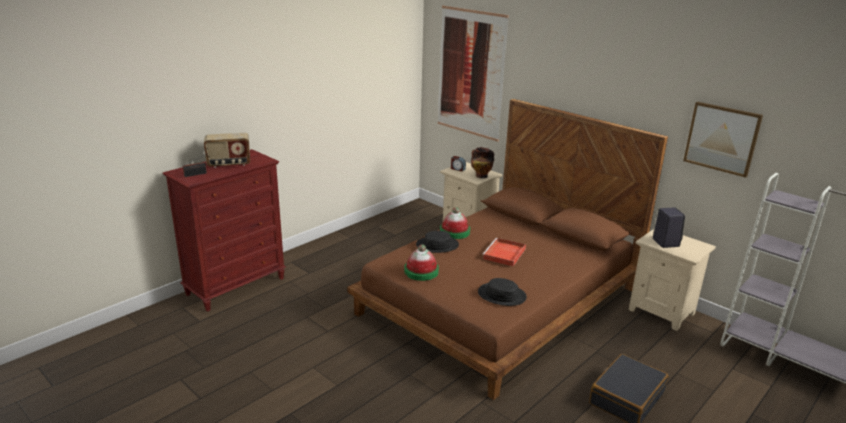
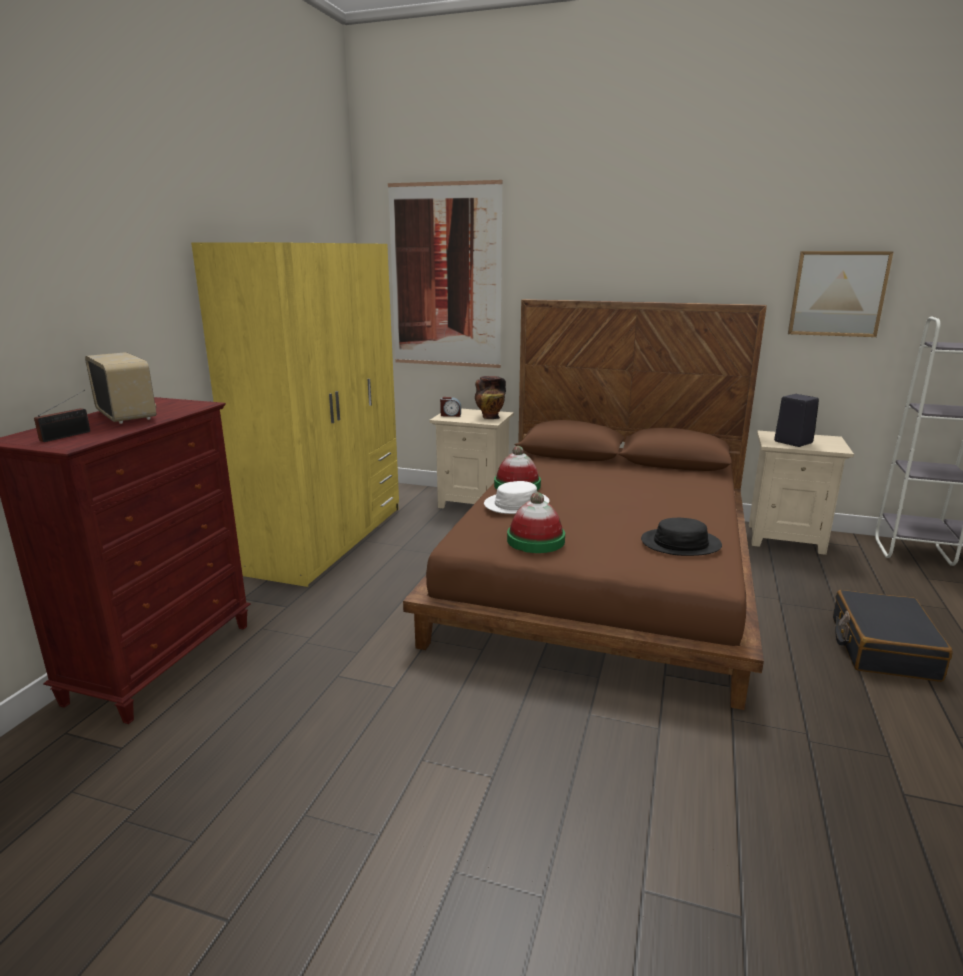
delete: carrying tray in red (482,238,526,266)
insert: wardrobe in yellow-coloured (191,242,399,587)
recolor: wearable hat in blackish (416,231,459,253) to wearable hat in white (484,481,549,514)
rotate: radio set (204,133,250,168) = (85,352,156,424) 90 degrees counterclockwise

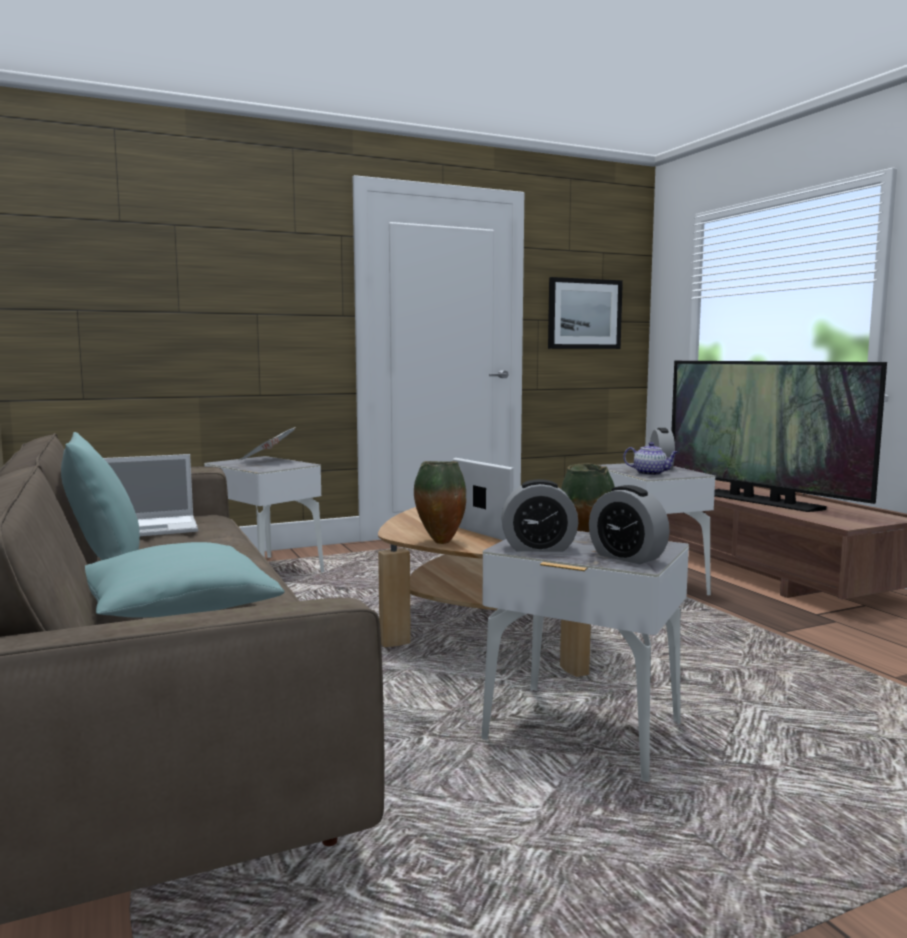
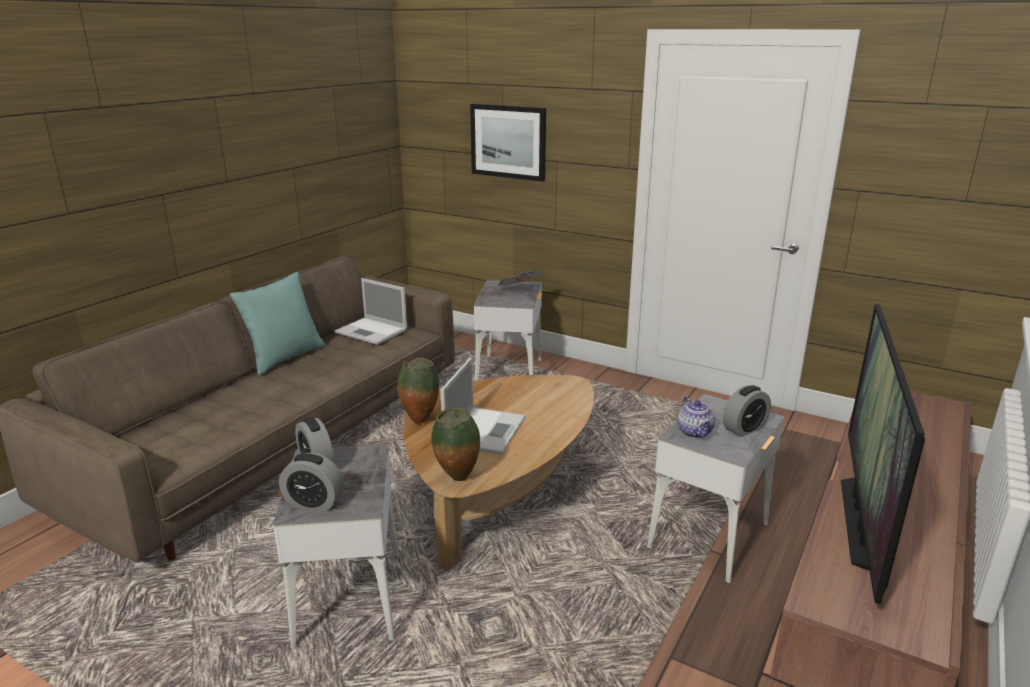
delete: pillow in blue-green (85,542,285,618)
move: wall picture (548,277,623,349) to (470,104,546,182)
rotate: alarm clock (589,485,670,564) = (279,453,344,512) 90 degrees counterclockwise

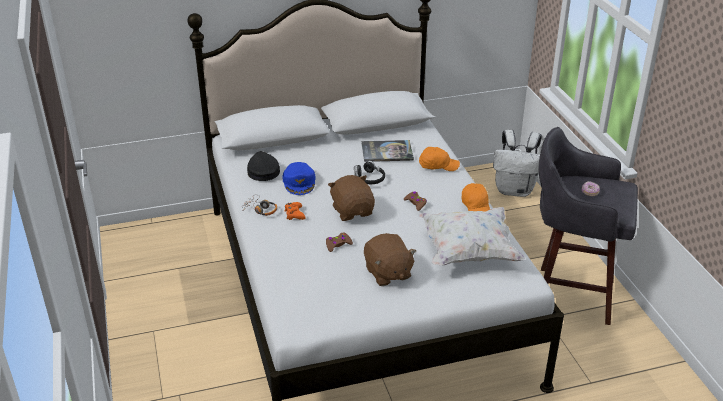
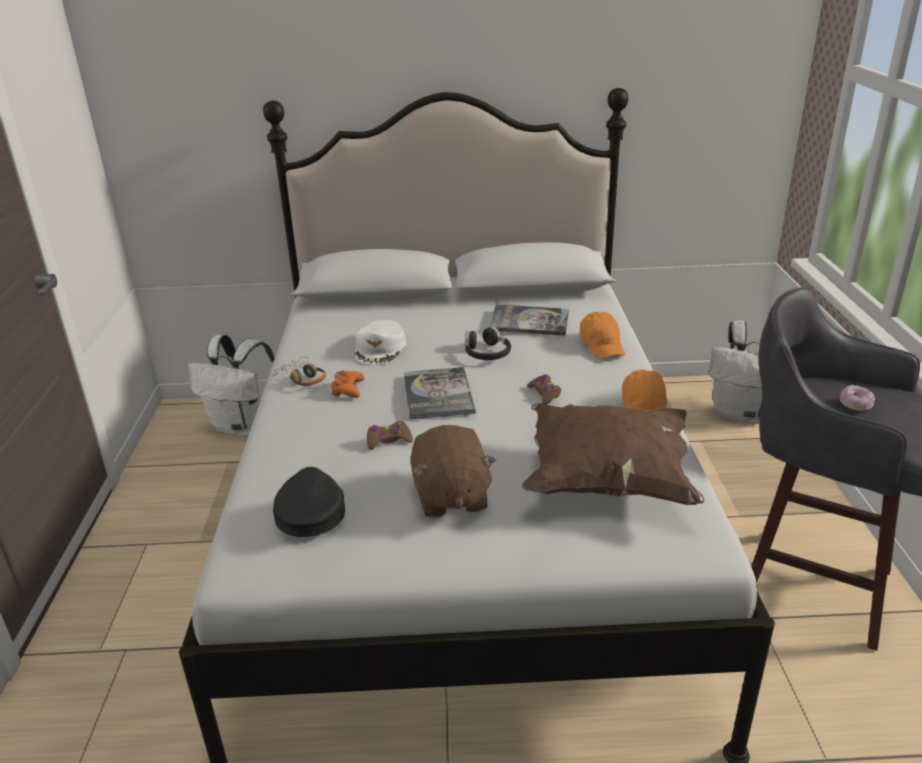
insert: knapsack in white (188,335,275,436)
move: baseball cap in blackish (247,151,280,181) to (273,467,345,537)
replace: cuddly toy in brown (328,175,375,221) to volume (404,367,476,419)
recolor: baseball cap in blue (283,162,315,195) to baseball cap in white (355,320,406,365); pillow in white (419,207,525,265) to pillow in brown (522,403,704,505)
rotate: baseball cap in orangey (419,147,460,171) = (580,312,625,359) 60 degrees clockwise

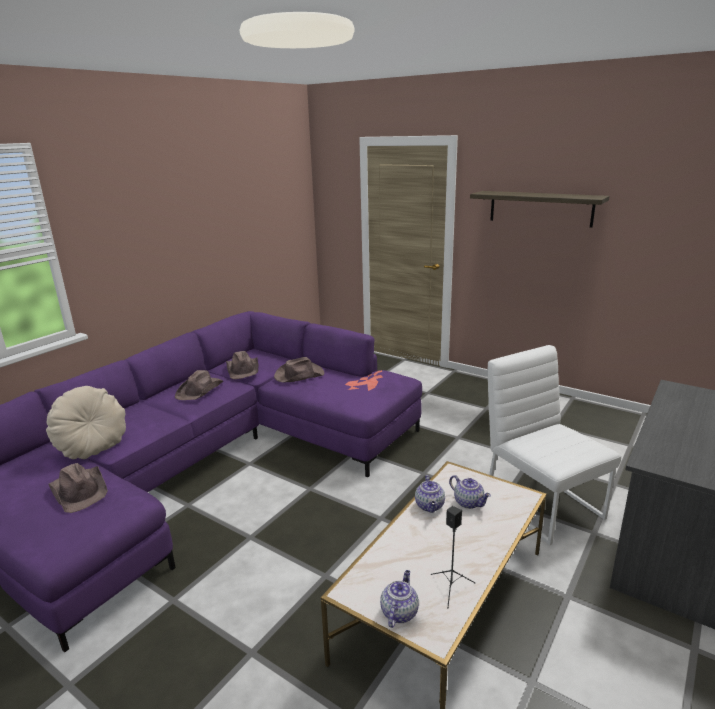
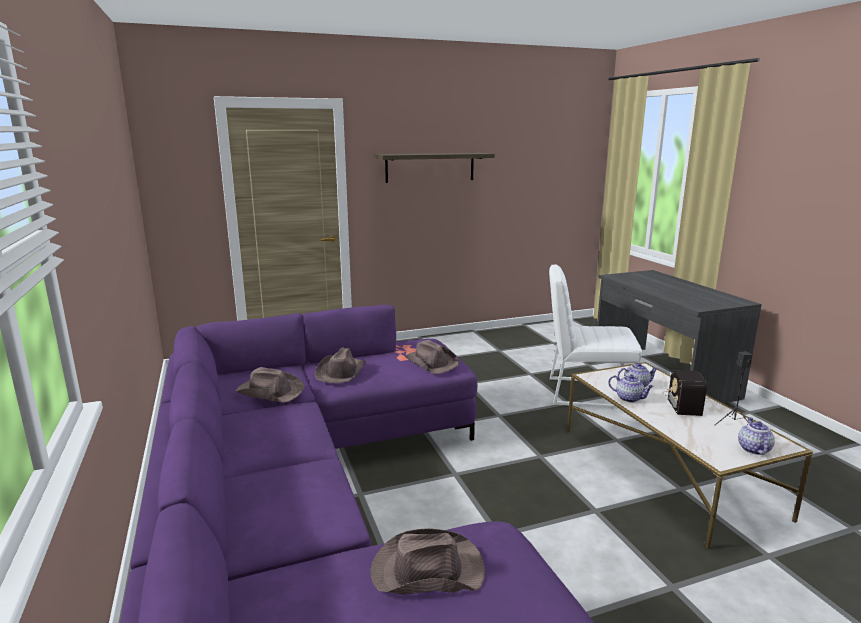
delete: pillow in beige (46,386,126,459)
insert: radio set (664,370,709,416)
move: wearable hat in brown (175,370,223,400) to (405,340,459,374)
rotate: tea pot (380,570,419,628) = (738,417,775,455) 45 degrees clockwise

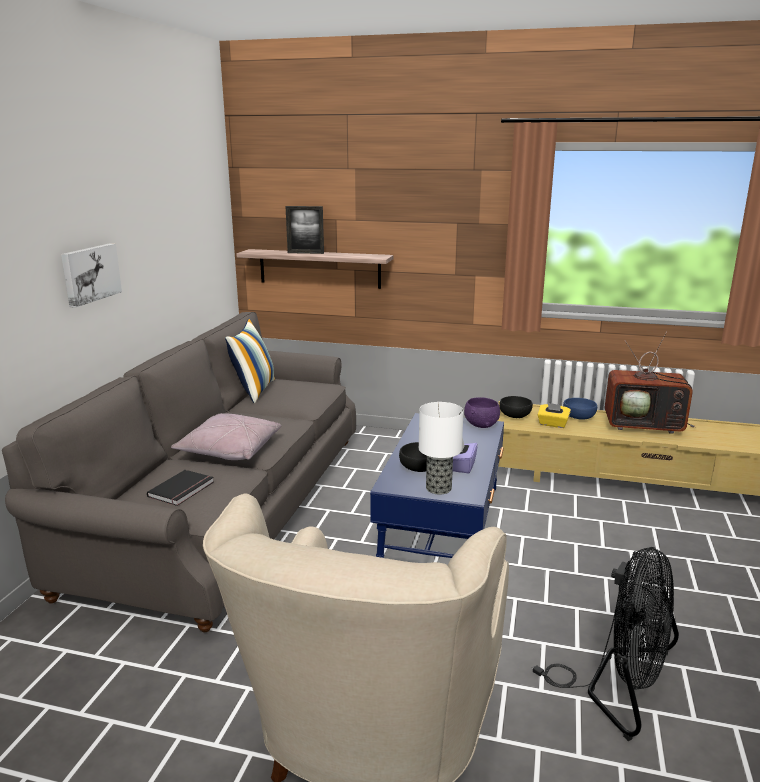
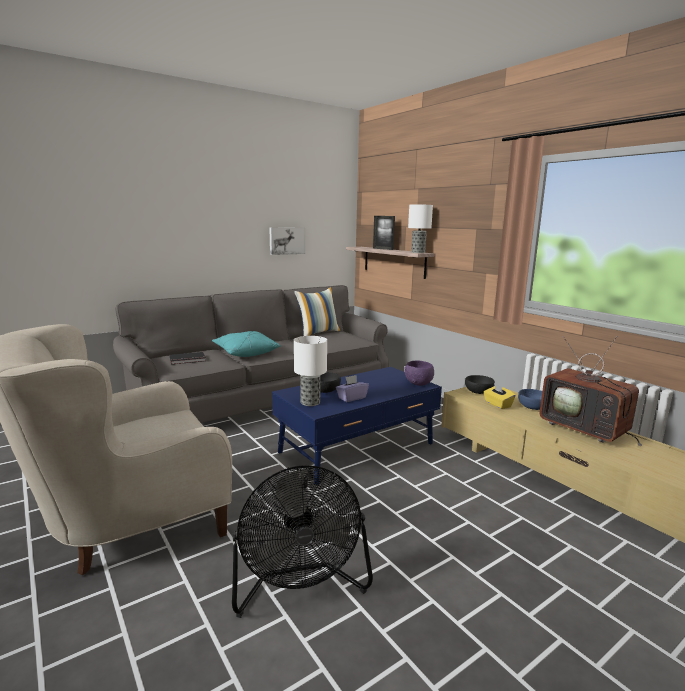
insert: lamp for a table (408,204,433,253)
move: wall picture (61,243,122,308) to (269,227,305,255)
recolor: pillow in purplish (171,413,282,460) to pillow in blue-green (212,331,281,357)

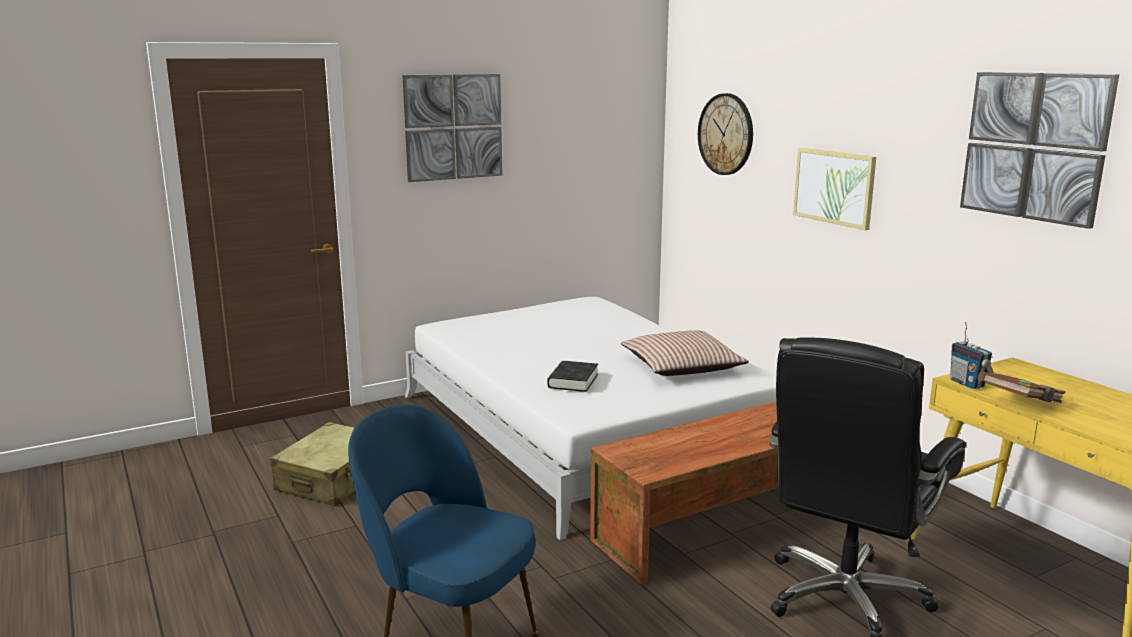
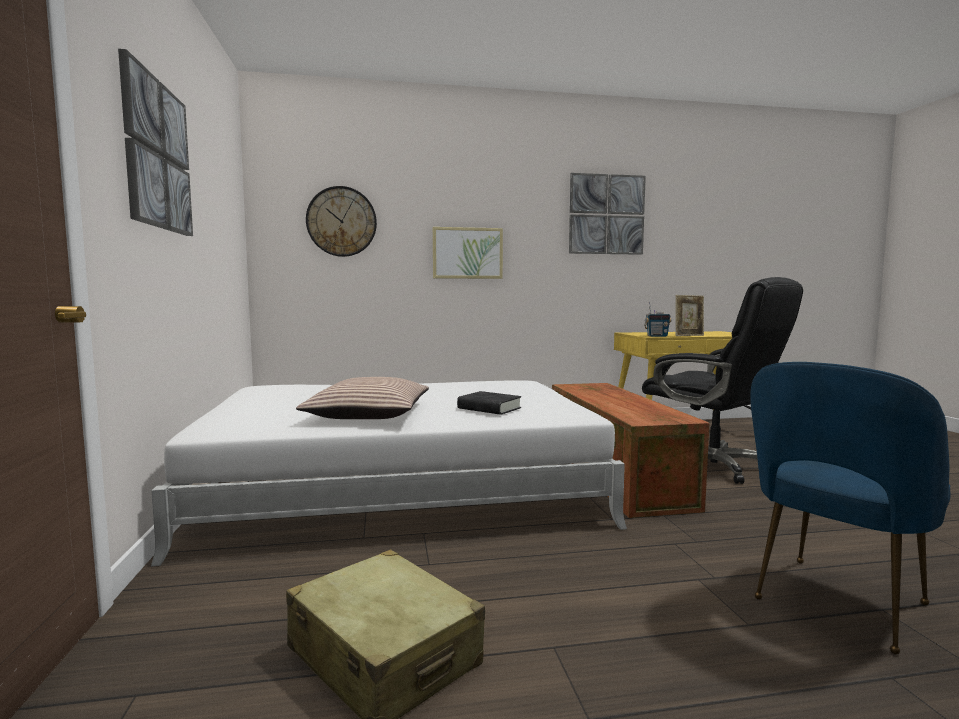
move: pillow (621,330,749,376) to (296,377,429,419)
replace: volume in brown (977,371,1066,403) to picture frame (675,295,704,336)

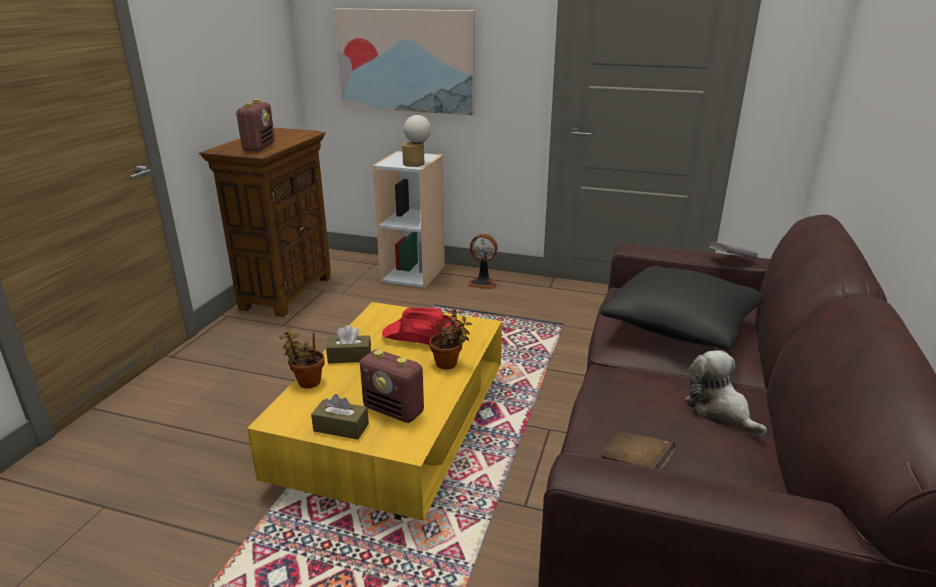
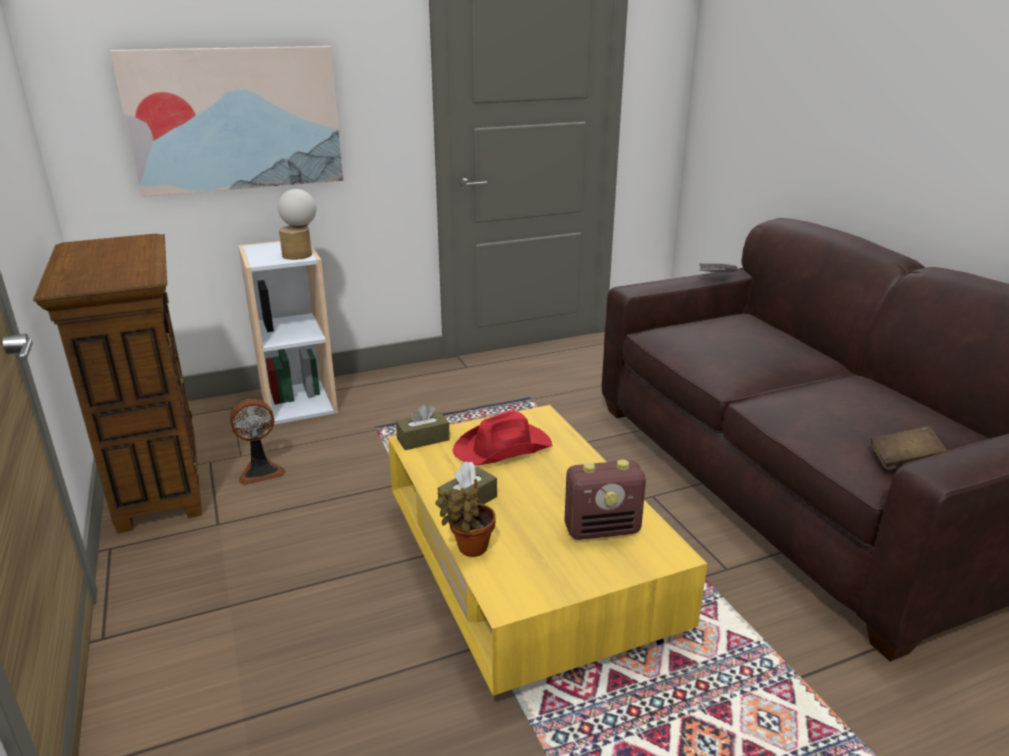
delete: radio set (235,99,275,151); pillow in blackish (600,266,764,350); potted plant (429,307,473,370); cuddly toy (684,350,767,436)
move: cooling fan (467,234,497,289) to (230,399,286,485); tissue box in brown (311,394,369,440) to (396,404,450,450)

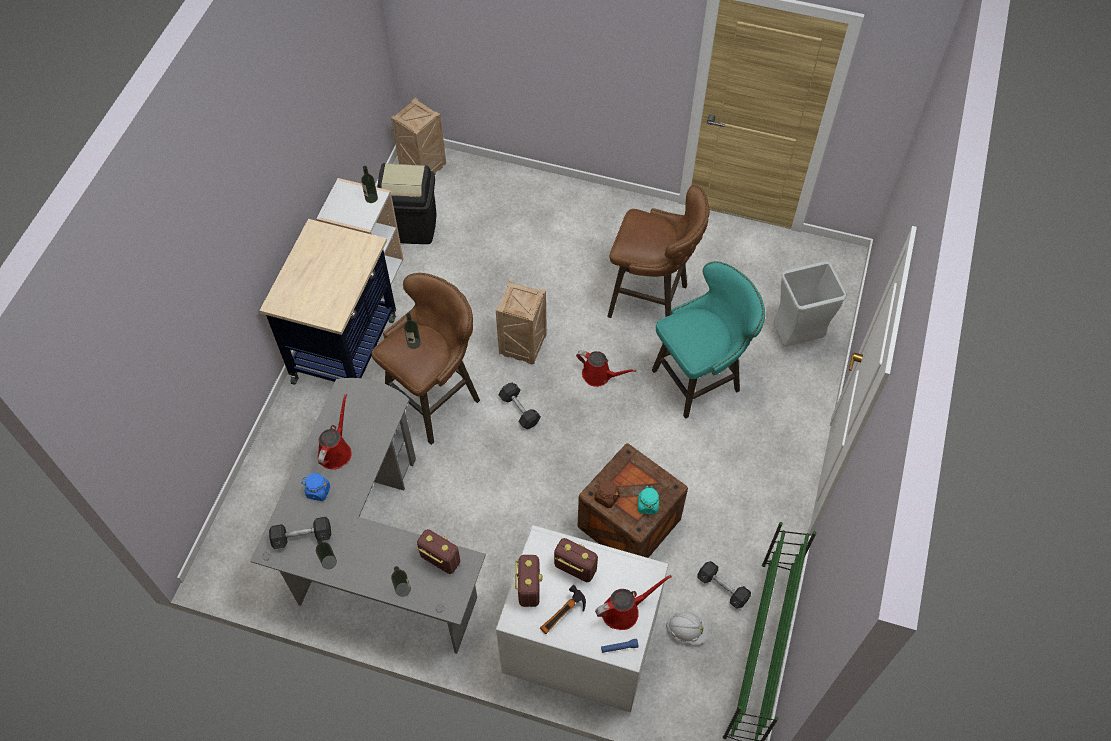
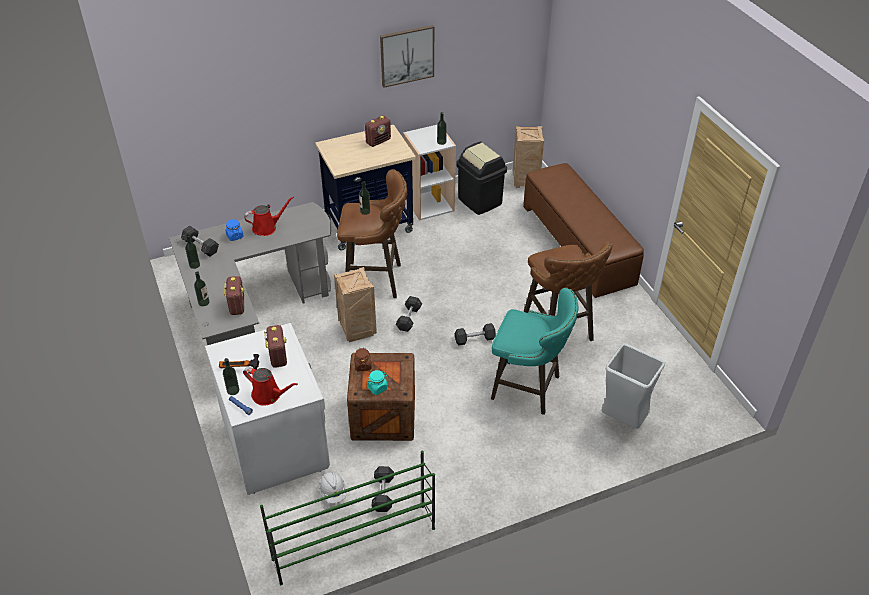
insert: wall picture (380,25,434,88); bench in brown (523,163,644,298); beverage bottle (223,358,239,395)
move: crate (496,280,547,365) to (334,267,377,342); radio set (515,555,543,607) to (365,115,391,147)
replace: watering pot in red (576,350,636,387) to free weight in grey (455,323,496,345)

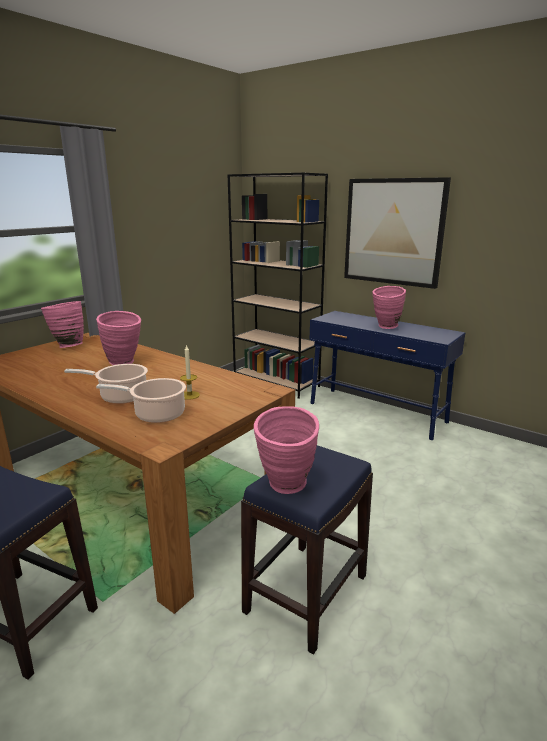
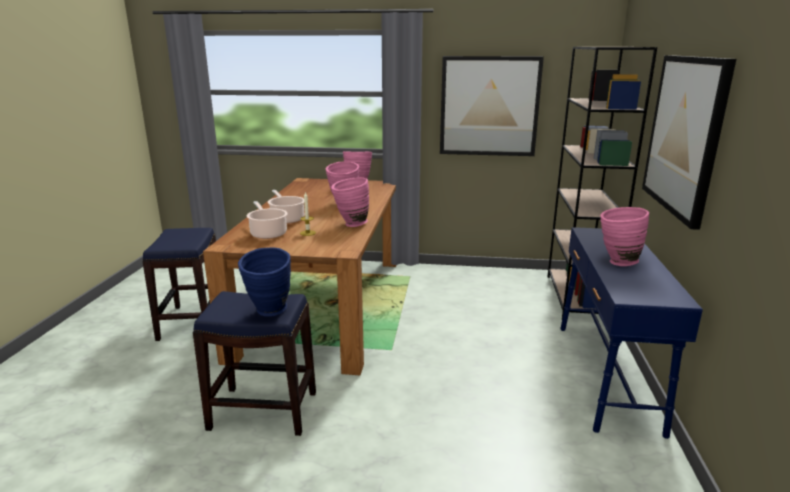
insert: wall picture (440,56,544,156); vase in blue (238,247,291,316)
move: vase in pinkish (254,406,319,494) to (331,177,369,227)

